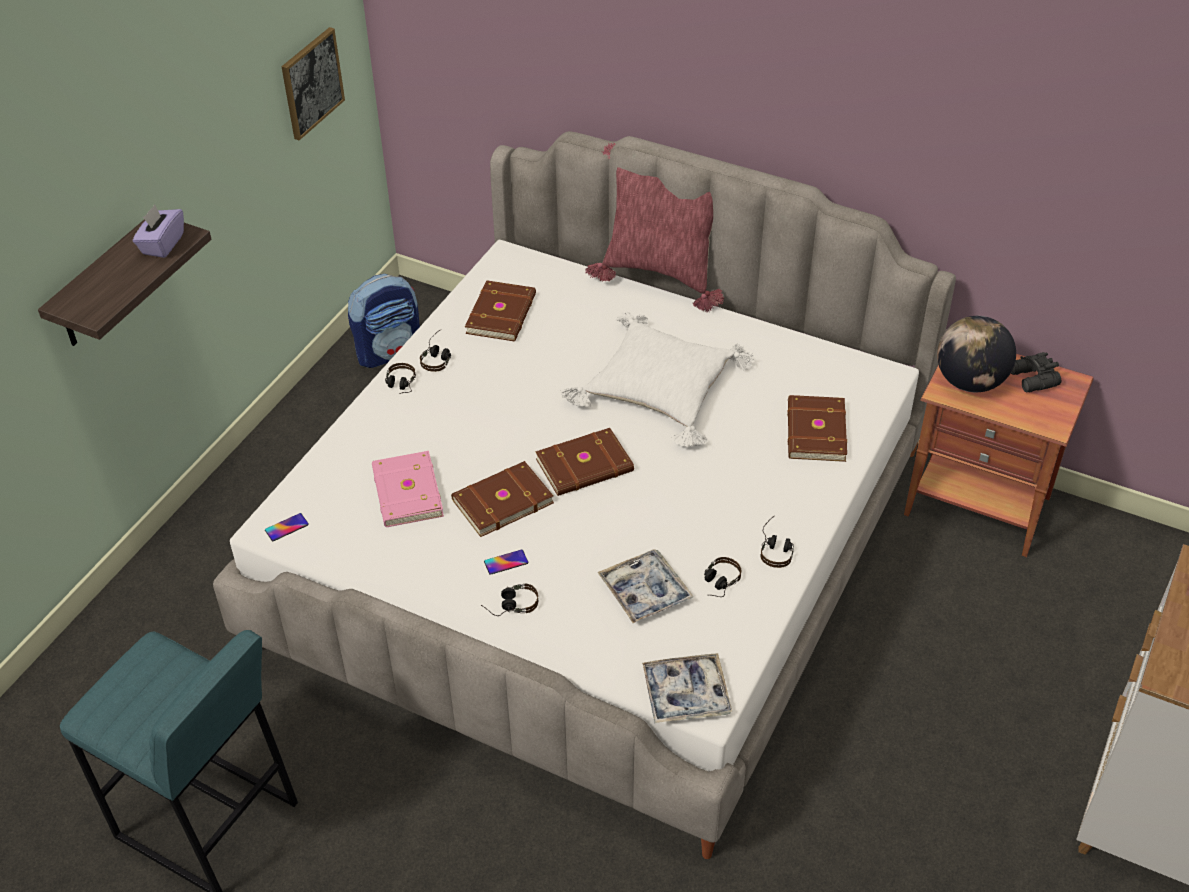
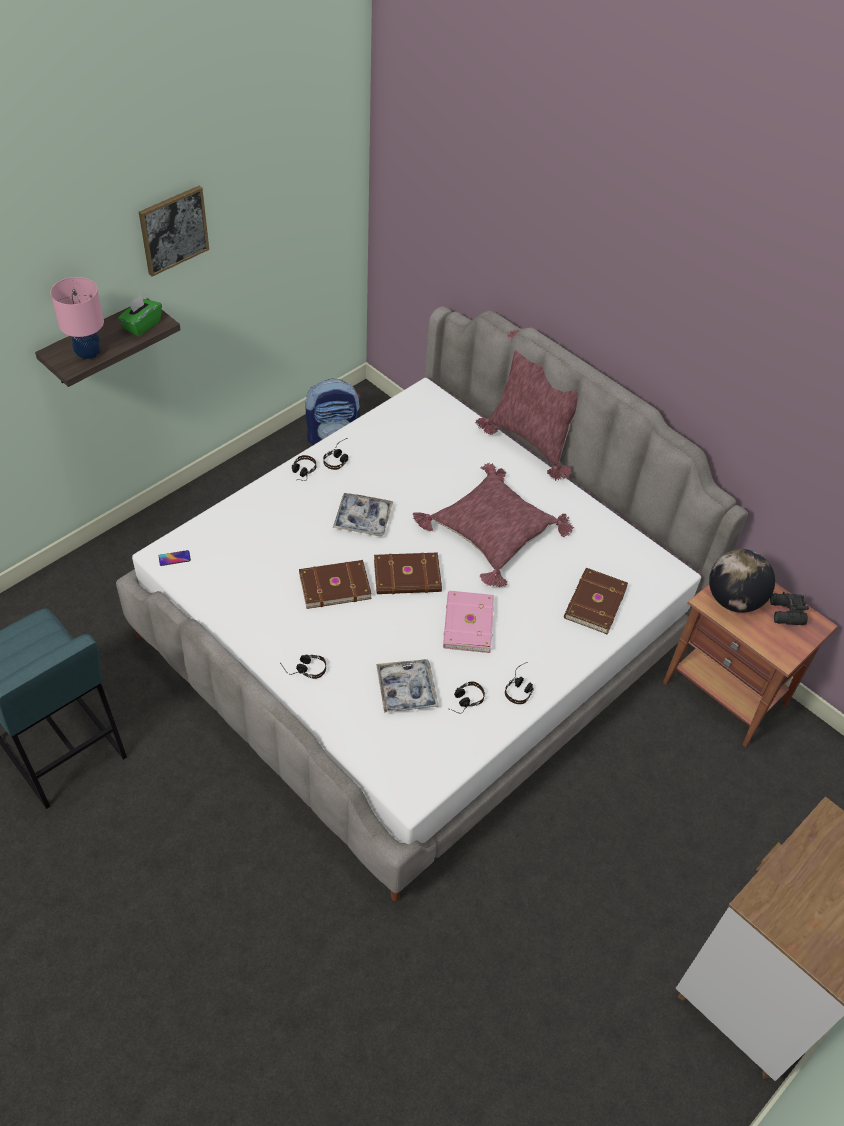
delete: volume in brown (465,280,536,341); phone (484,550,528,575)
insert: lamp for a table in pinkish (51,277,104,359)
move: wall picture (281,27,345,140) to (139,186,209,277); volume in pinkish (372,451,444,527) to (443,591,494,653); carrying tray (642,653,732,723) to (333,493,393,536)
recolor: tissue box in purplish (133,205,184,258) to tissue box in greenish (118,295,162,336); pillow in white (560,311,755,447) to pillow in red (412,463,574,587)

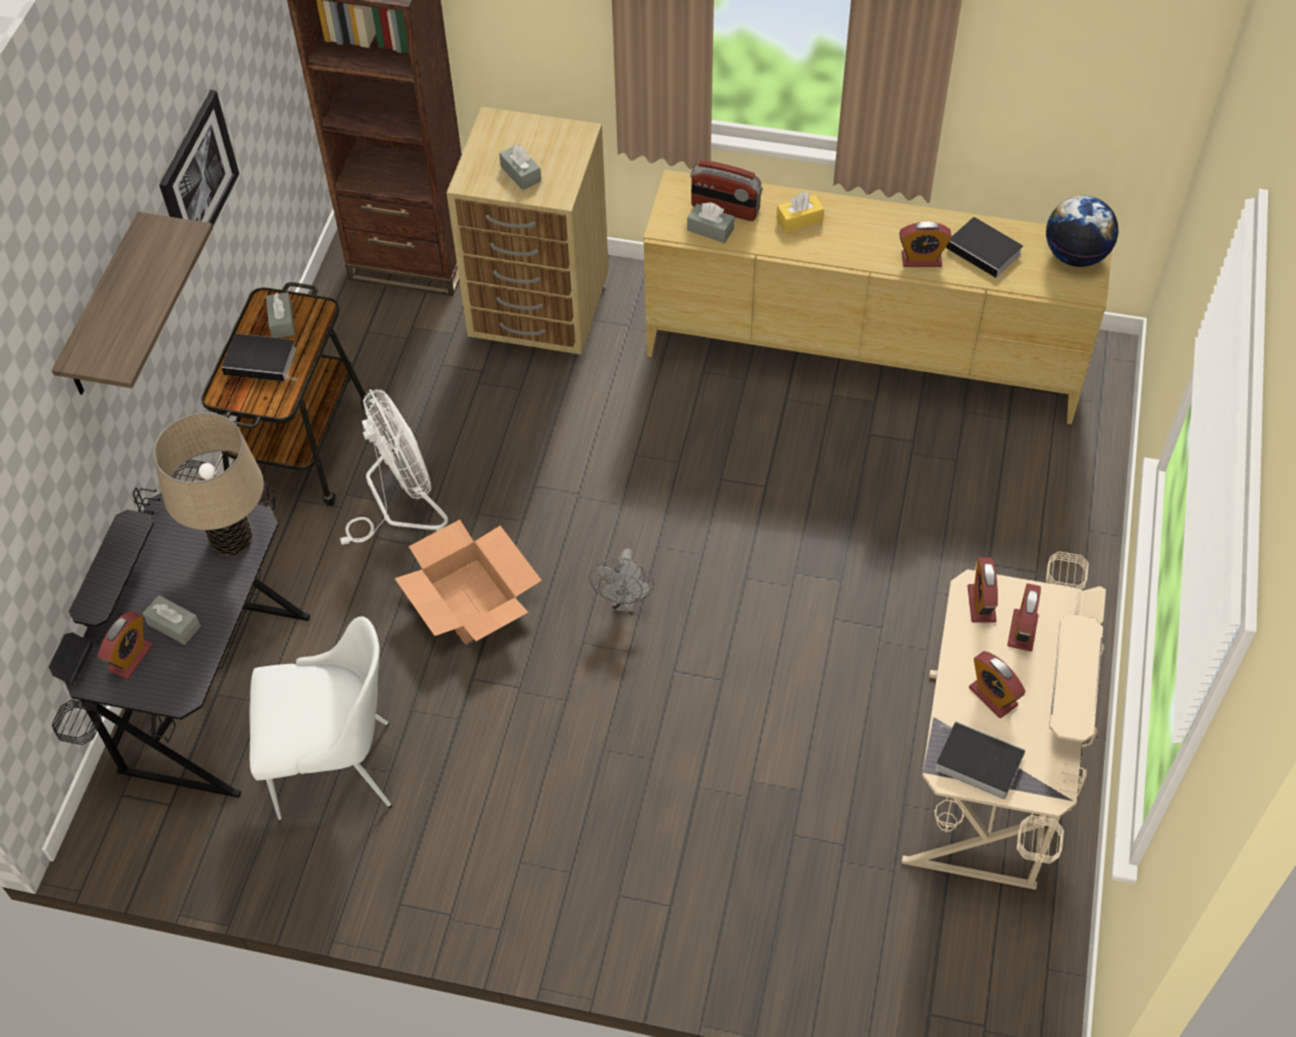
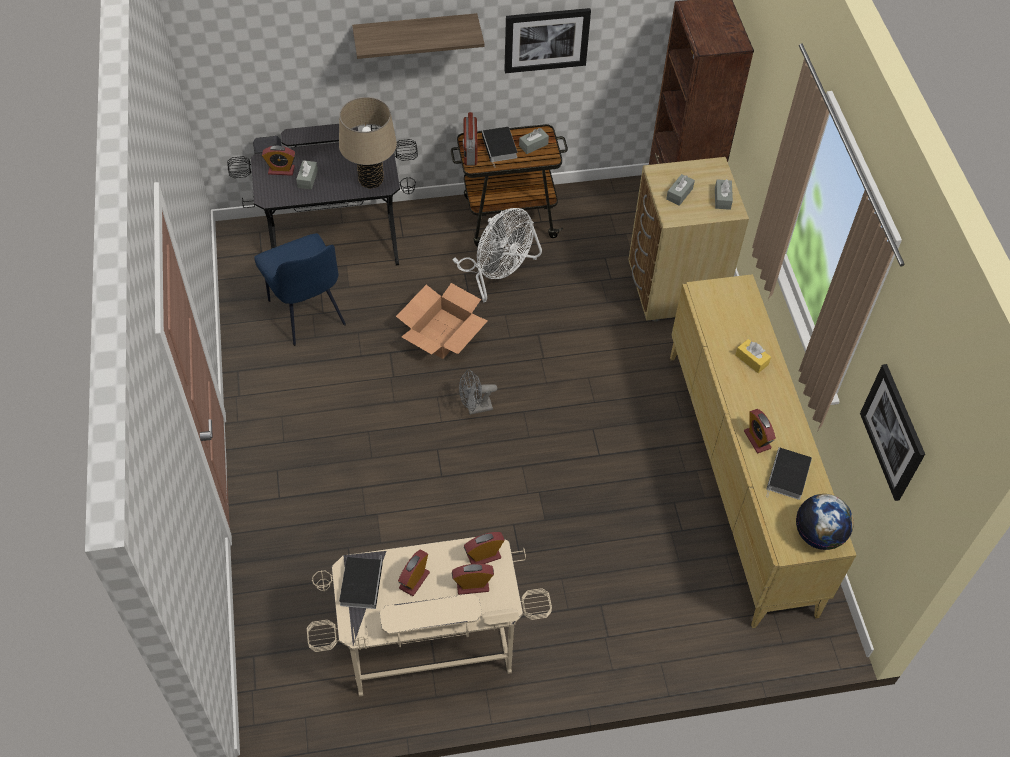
insert: wall picture (860,364,925,501)
move: radio set (690,160,763,221) to (463,112,478,165); tissue box in grey (687,202,734,243) to (715,179,733,210)
recolor: plain chair in white (249,616,392,821) to plain chair in blue (254,233,346,346)

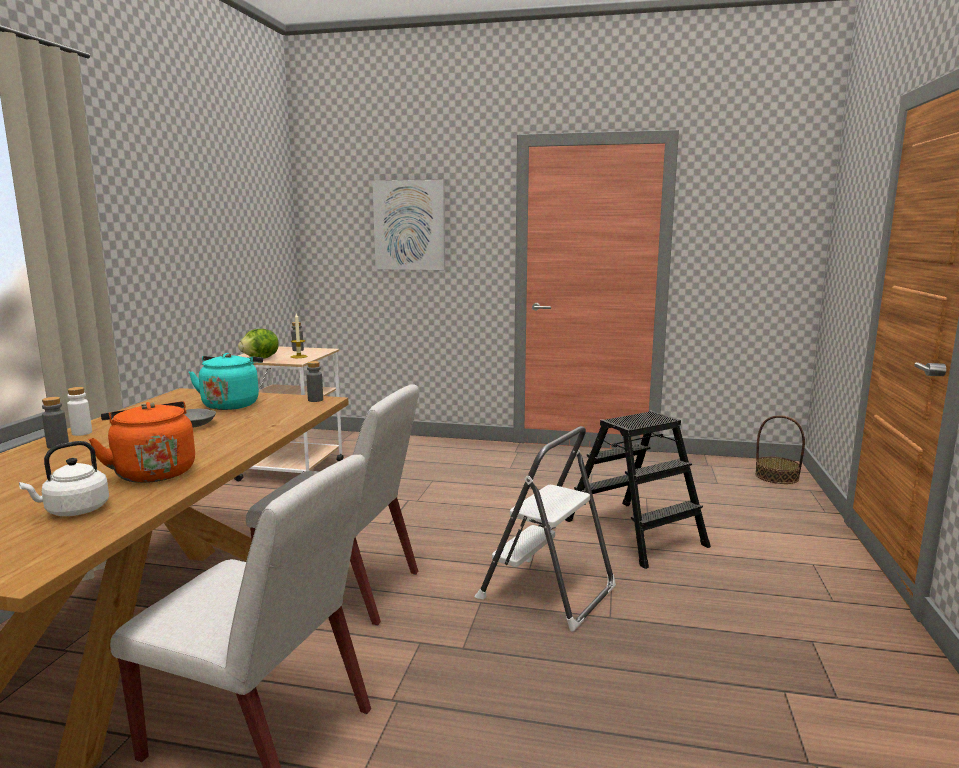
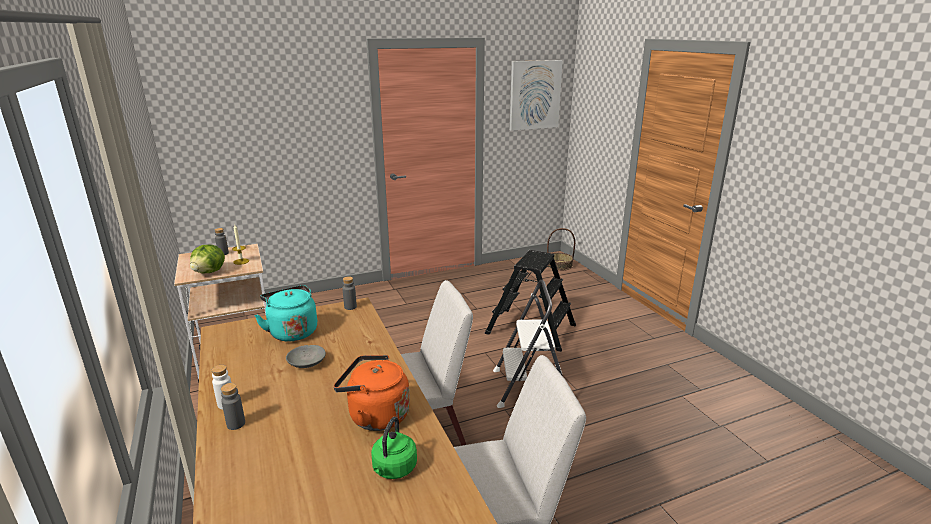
move: wall picture (372,180,445,270) to (510,60,563,131)
recolor: tea kettle in white (19,441,109,516) to tea kettle in greenish (371,417,417,479)

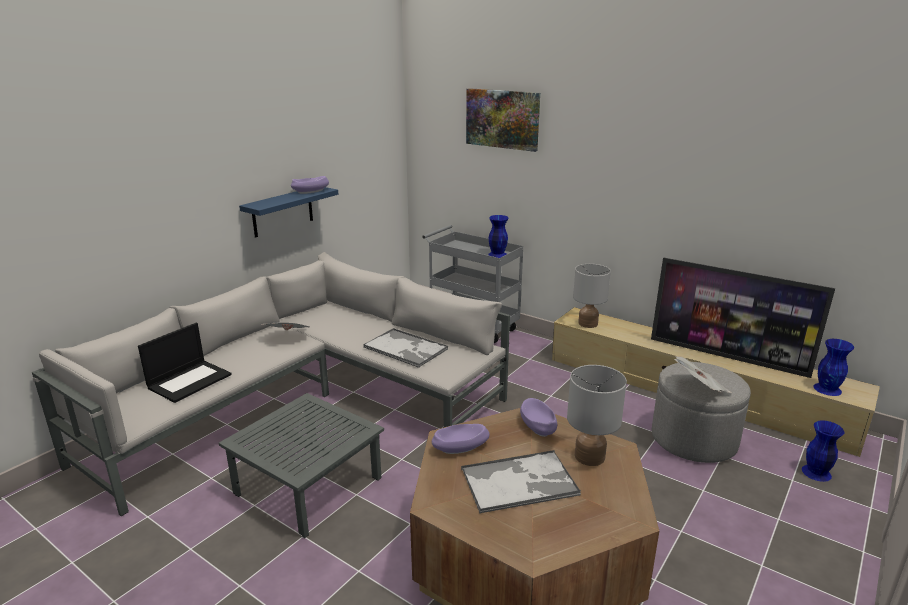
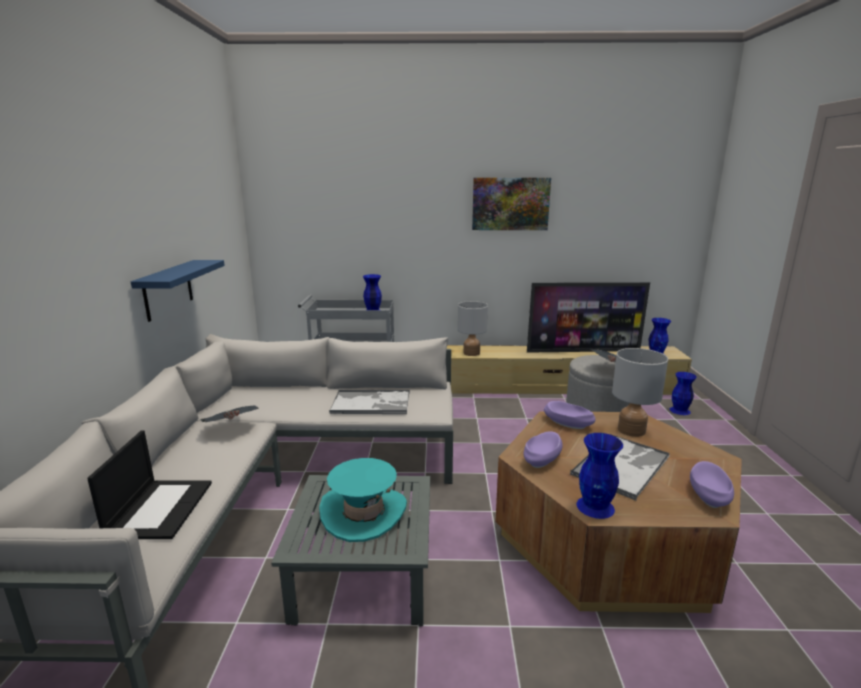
insert: vase in blue (577,433,623,519); wearable hat in blue-green (319,458,407,542)
move: wall picture (466,88,540,152) to (472,178,551,230); bowl in purplish (291,176,329,194) to (690,461,734,508)

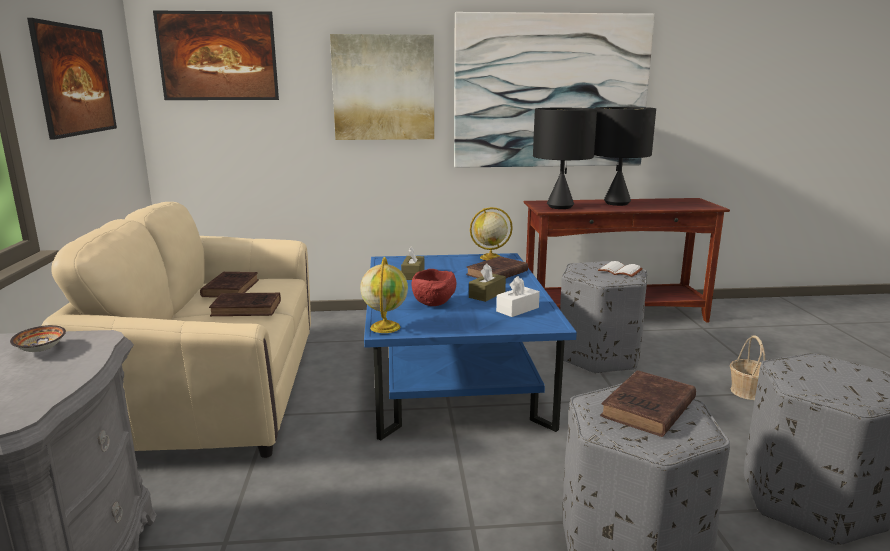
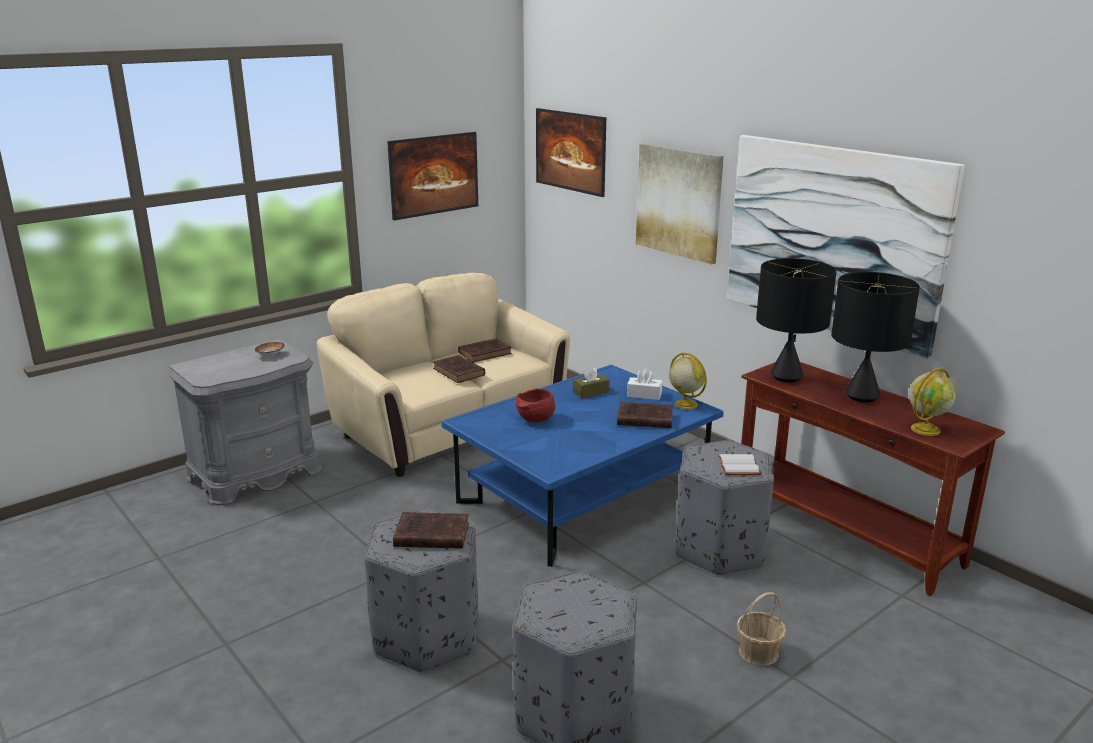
delete: tissue box in brown (469,264,506,302)
move: world globe (360,257,408,333) to (909,367,956,436); tissue box in white (496,276,540,317) to (627,369,662,400)

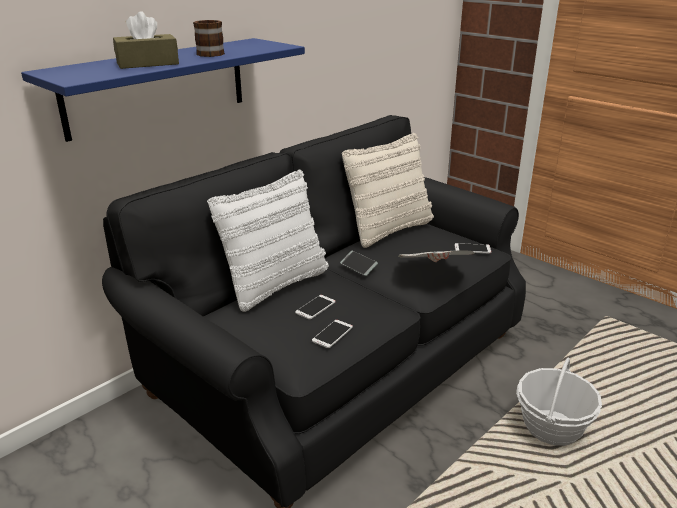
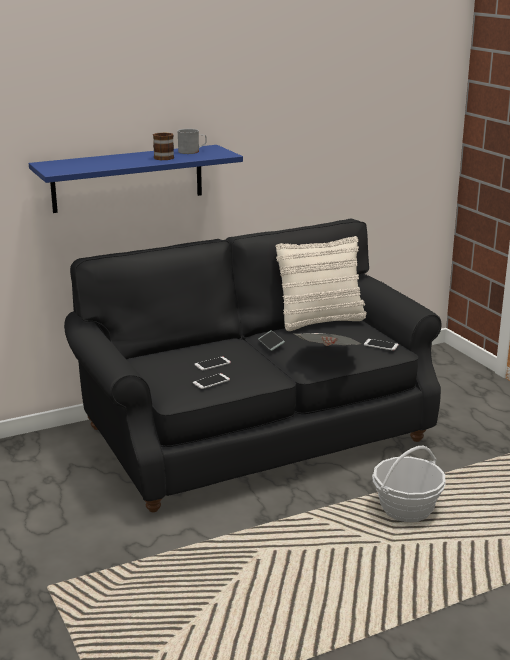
delete: tissue box in brown (113,11,179,69); pillow in white (207,169,329,312)
insert: tea mug in grey (177,129,207,154)

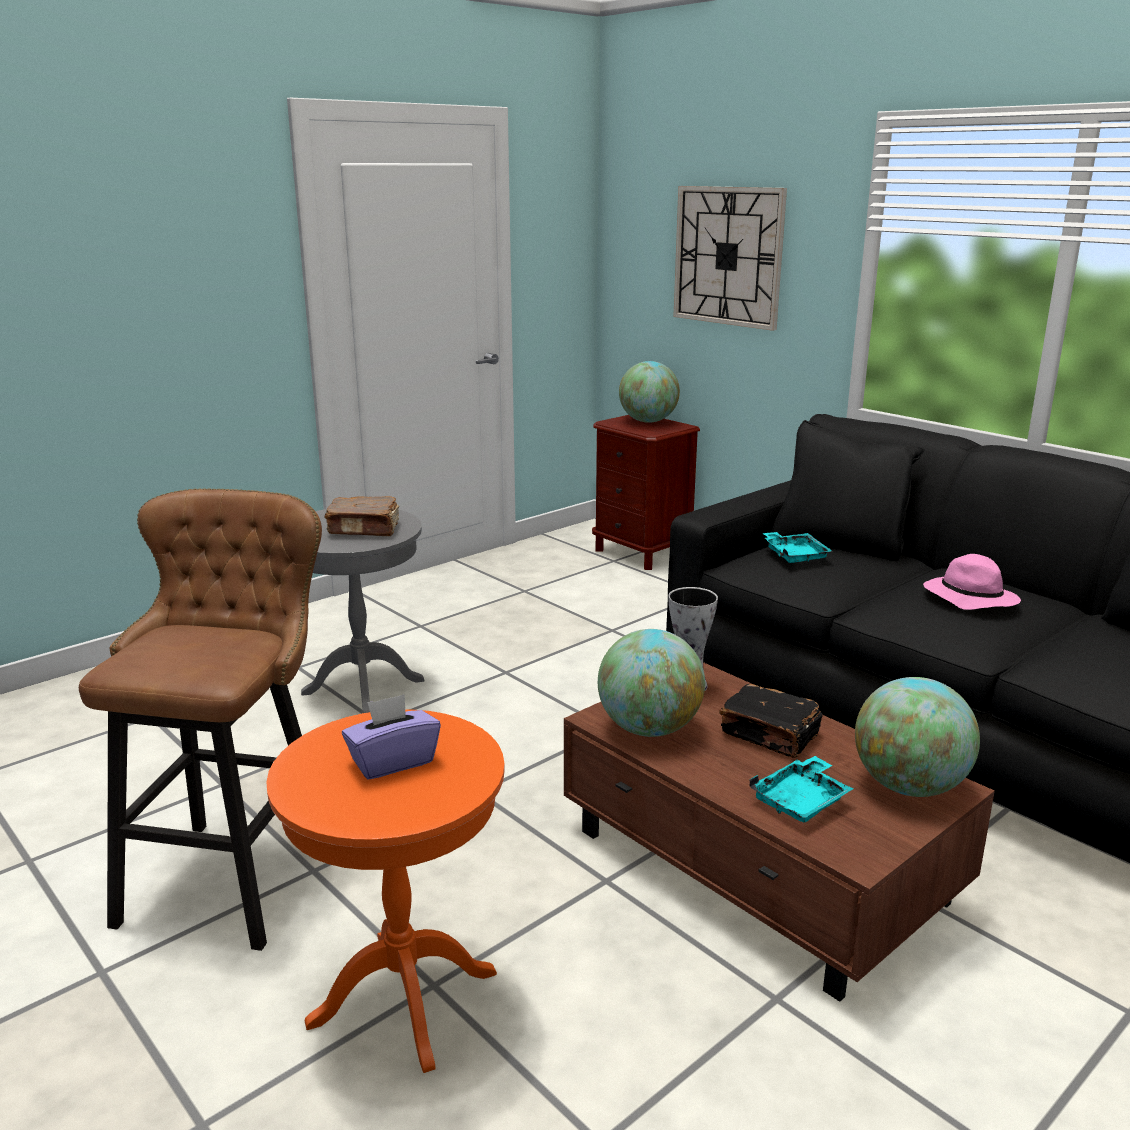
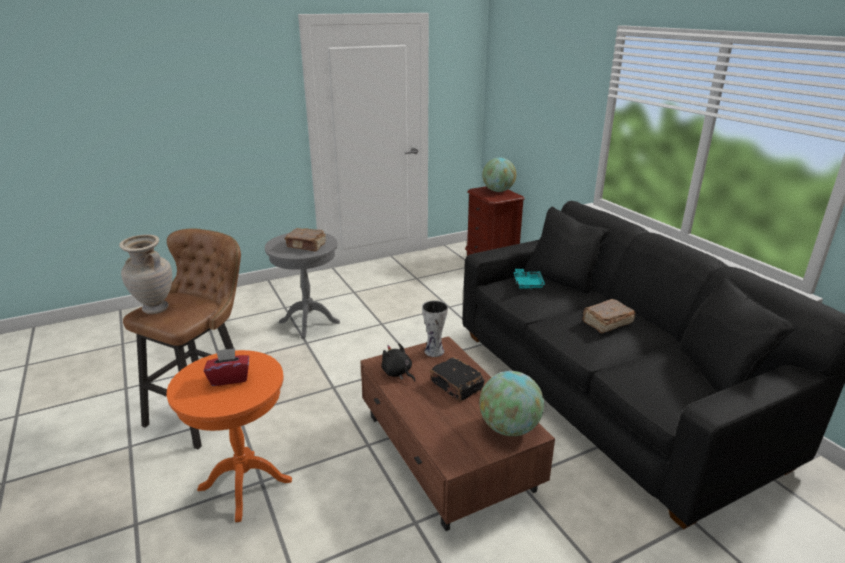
delete: hanging clock (673,186,787,331); carrying tray in blue-green (749,756,853,822)
insert: vase in beige (119,235,172,314)
replace: wearable hat in pinkish (923,554,1021,610) to volume in brown (582,299,636,334); world globe (598,629,705,737) to cuddly toy in blackish (381,343,415,382)
recolor: tissue box in purplish (342,694,441,780) to tissue box in red (204,348,249,386)

